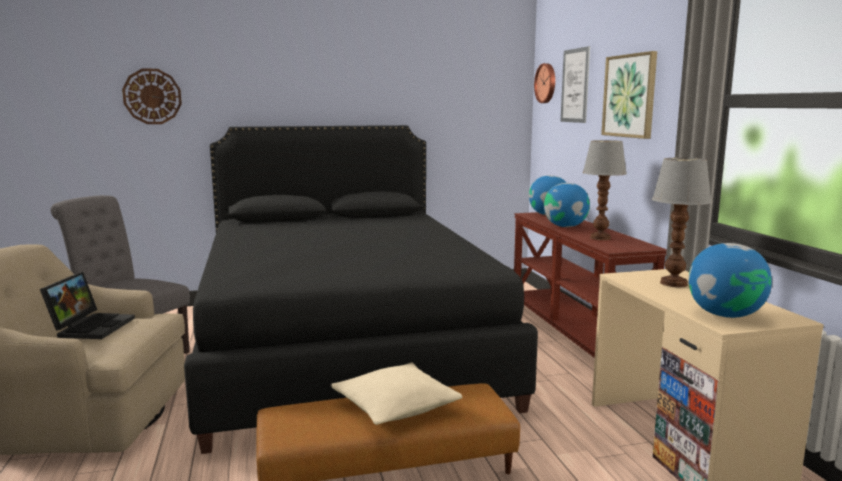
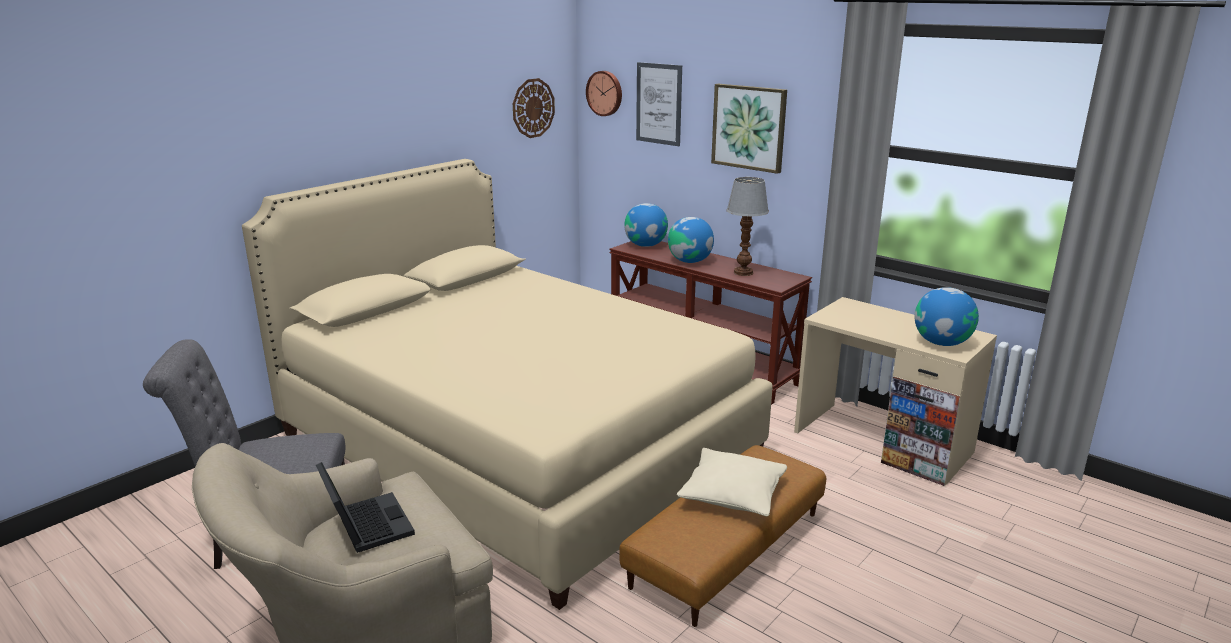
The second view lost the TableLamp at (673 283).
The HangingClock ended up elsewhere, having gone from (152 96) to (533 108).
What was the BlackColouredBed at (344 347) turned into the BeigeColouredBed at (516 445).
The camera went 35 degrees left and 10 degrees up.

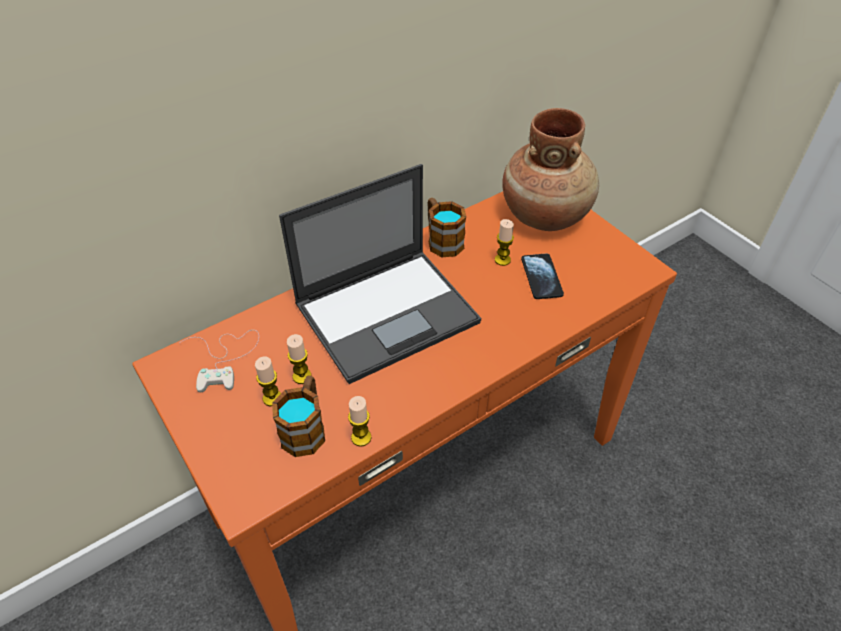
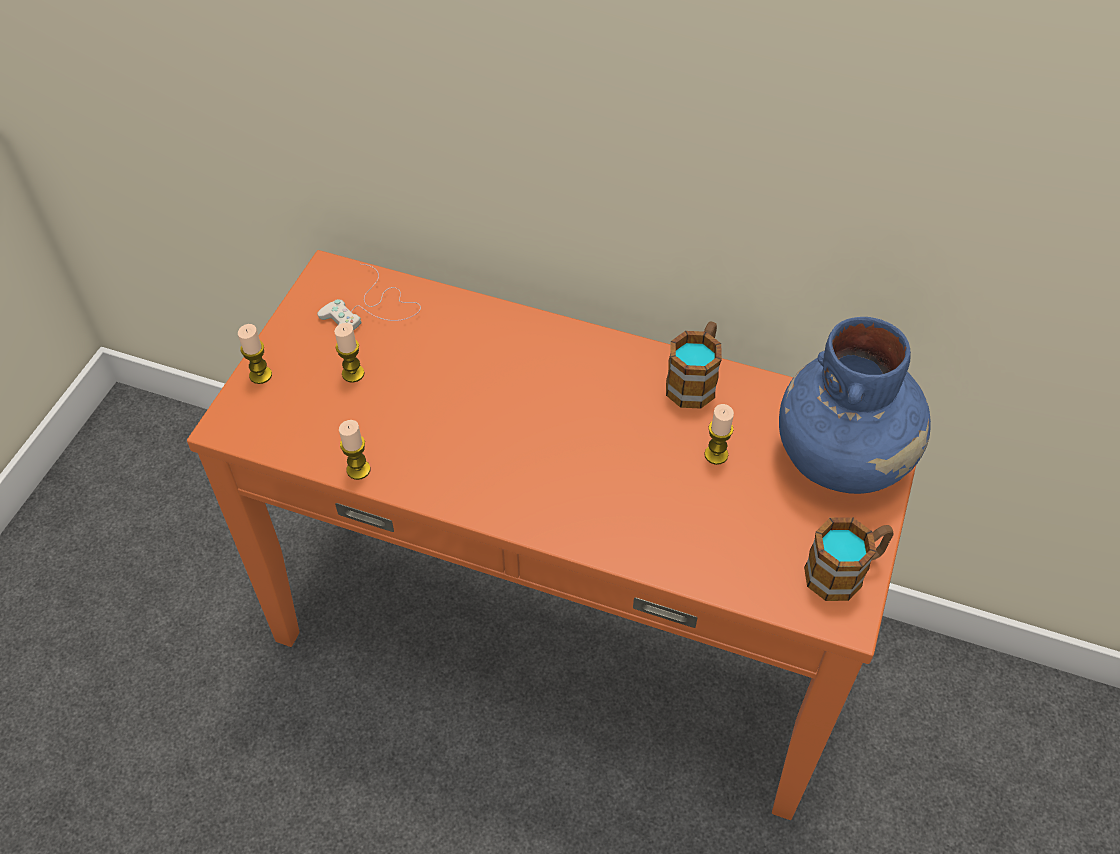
The second view lost the NotebookComputer at (388 312).
The second view lost the Phone at (541 277).
The TeaMug ended up elsewhere, having gone from (306 428) to (844 571).
The WaxCandle ended up elsewhere, having gone from (302 376) to (260 375).
What was the BrownColouredDecorativeVase at (545 214) turned into the BluishDecorativeVase at (843 456).
The camera went 55 degrees right and 5 degrees up.

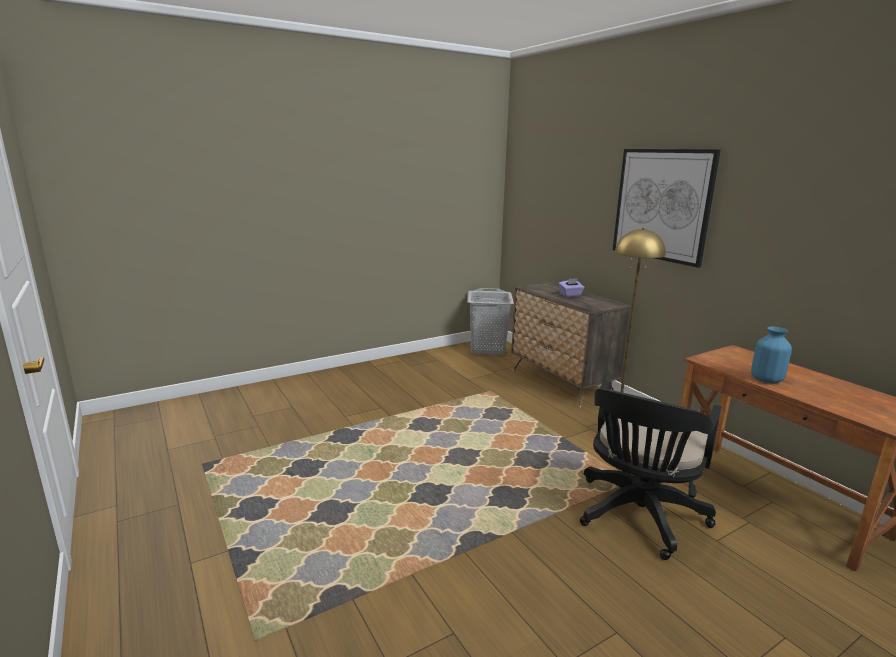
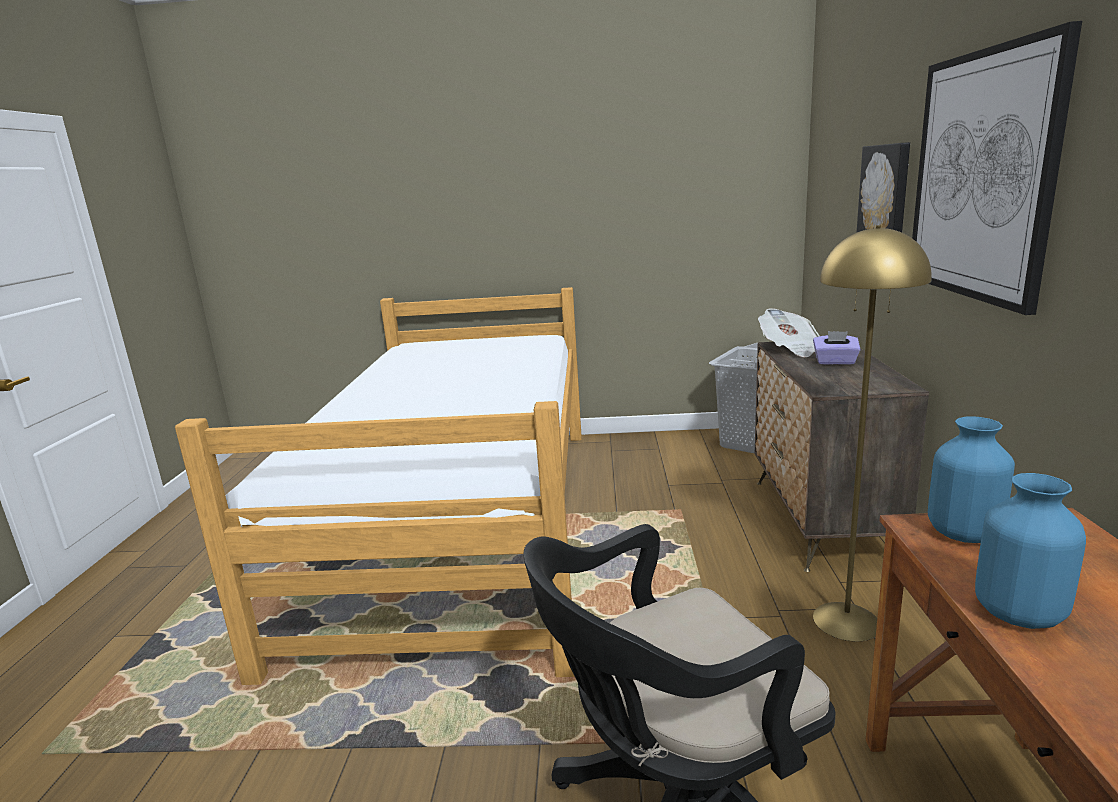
The second view gained the Bed at (464 523).
The second view gained the DailyPaper at (790 349).
The second view gained the WallArt at (886 193).
The second view gained the BluishDecorativeVase at (963 533).
The camera went 35 degrees right and 0 degrees up.

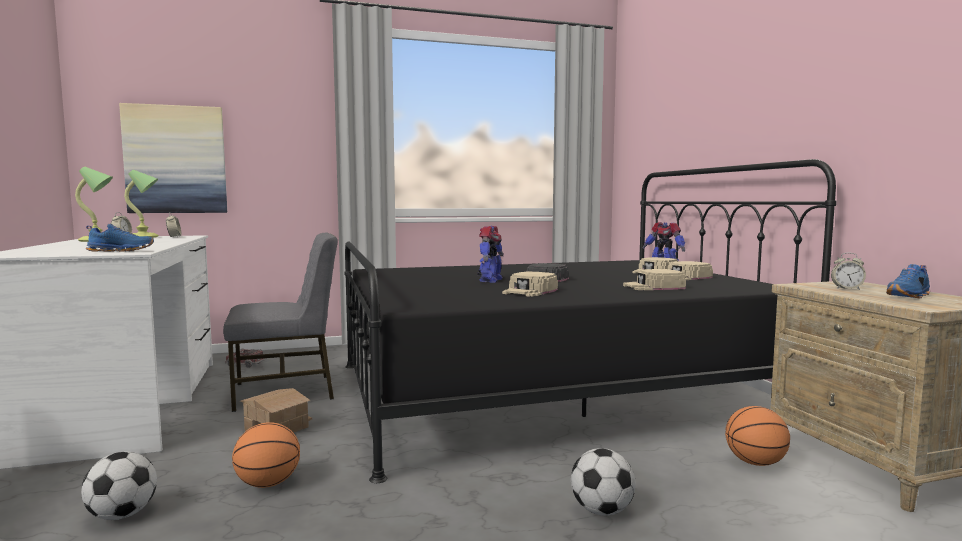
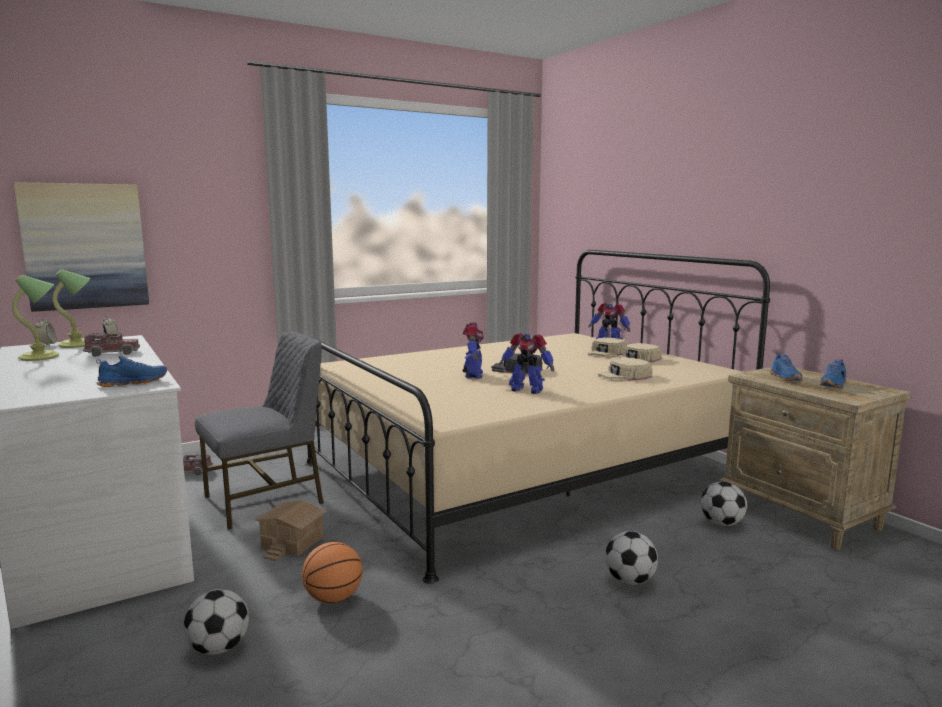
The second view gained the ToyTruck at (112 353).
Where the BeigeColouredPeakedCap stood at (530 291), the ToyRobot came to stand at (526 390).
Where the BasketballBall stood at (755 463), the Football came to stand at (721 523).
Where the TableClock stood at (846 289), the BluishLowShoe came to stand at (786 378).
What was the BlackColouredBed at (550 389) turned into the BeigeColouredBed at (523 471).
The camera went 15 degrees left and 5 degrees up.

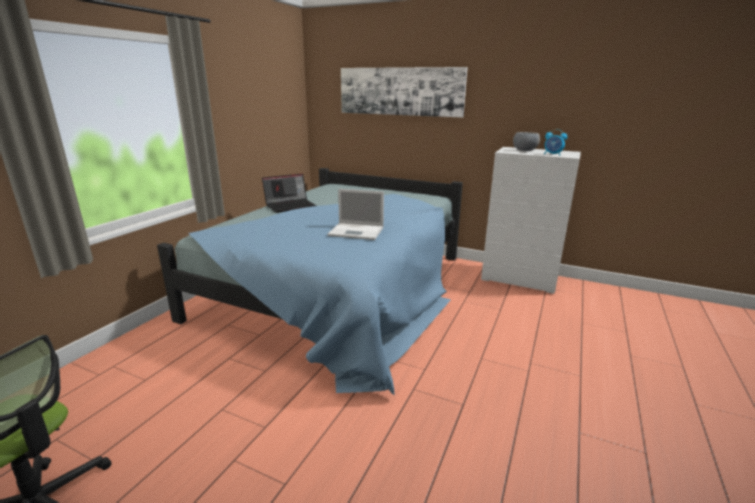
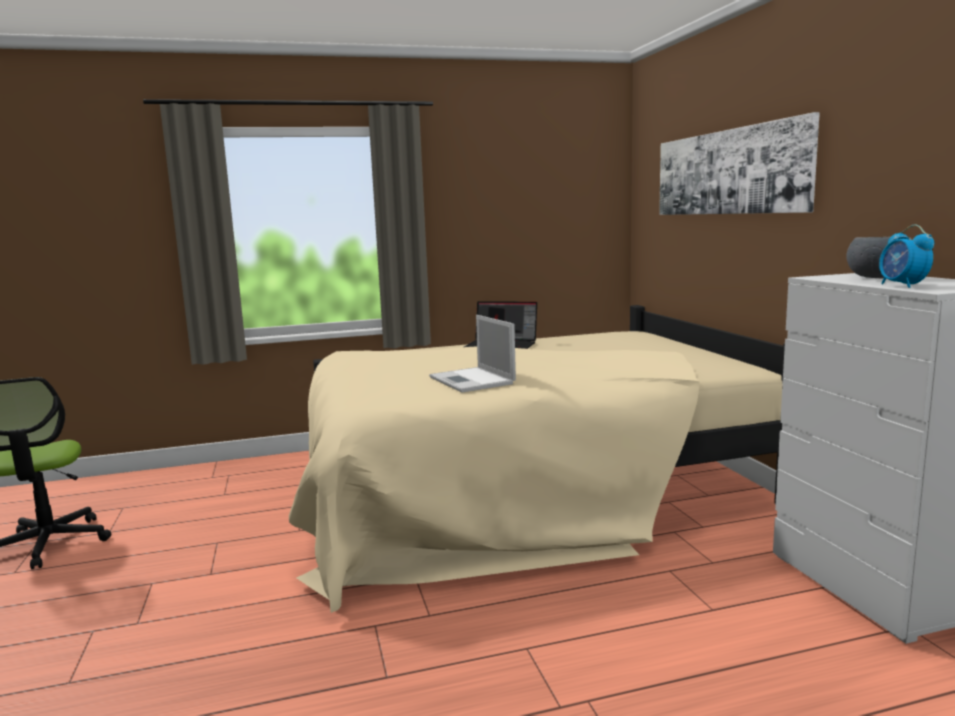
What was the BluishBed at (340 290) turned into the BeigeColouredBed at (523 487).
The camera went 50 degrees right and 10 degrees down.

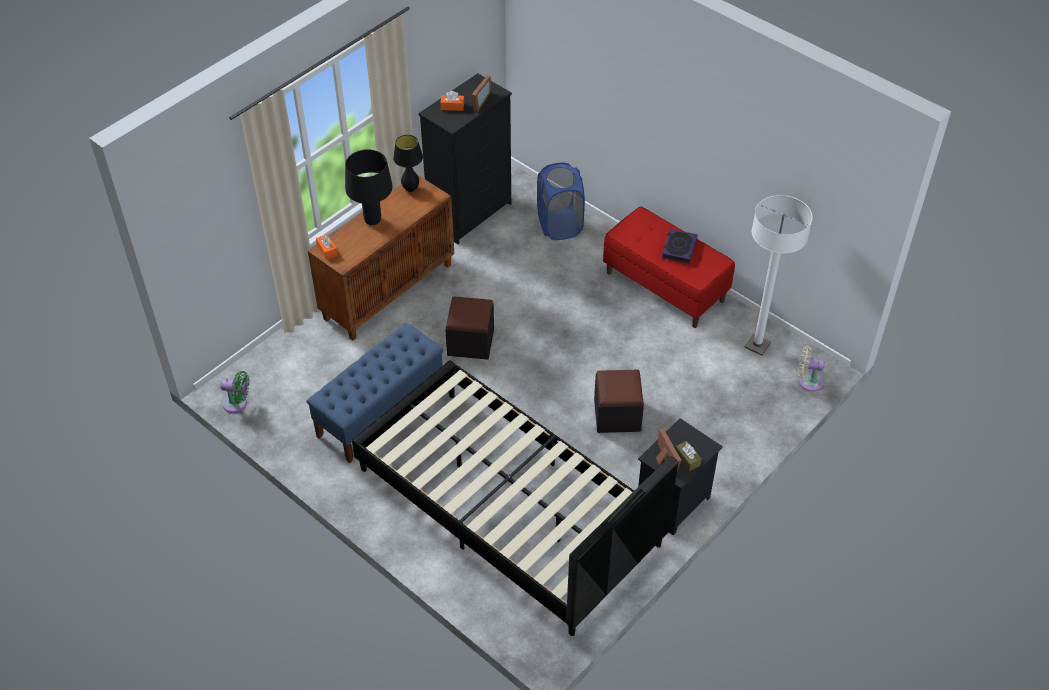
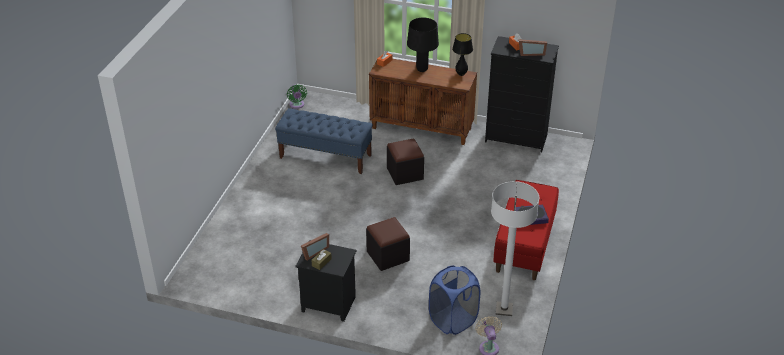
The second view lost the BlackColouredBed at (508 507).
The BluishHamper ended up elsewhere, having gone from (560 225) to (453 320).
The camera went 65 degrees right and 10 degrees down.

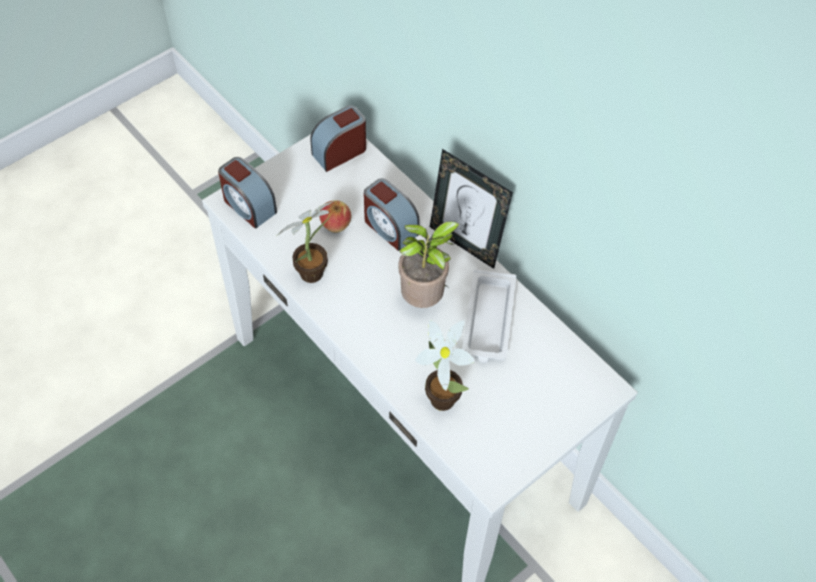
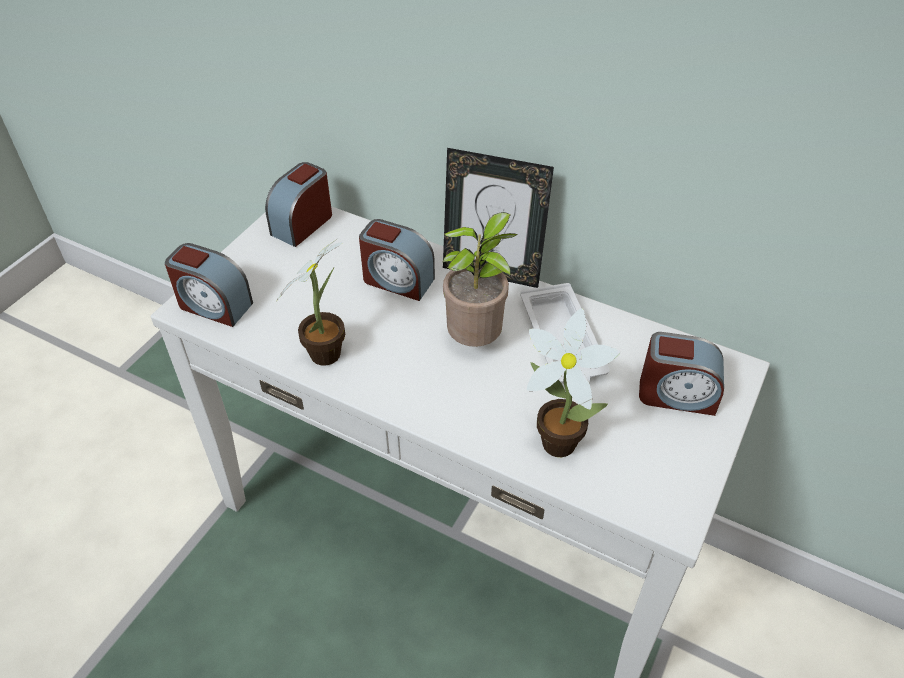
The second view lost the Apple at (335 224).
The second view gained the TableClock at (676 394).
The camera went 20 degrees left and 10 degrees down.

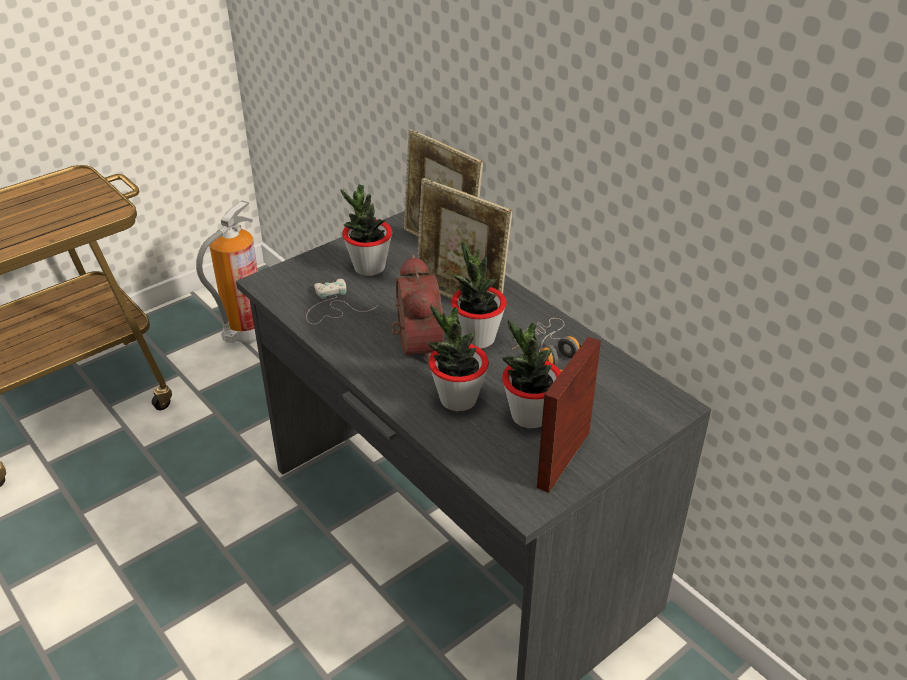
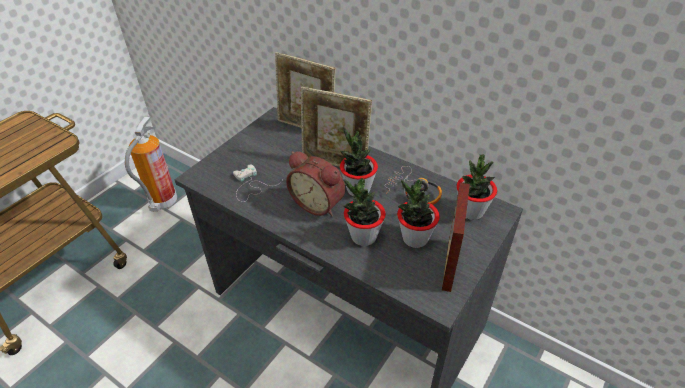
The PottedPlant ended up elsewhere, having gone from (369 268) to (471 211).
The TableClock at (414 345) ended up facing another way, 150 degrees clockwise from before.
The camera went 15 degrees left and 5 degrees up.

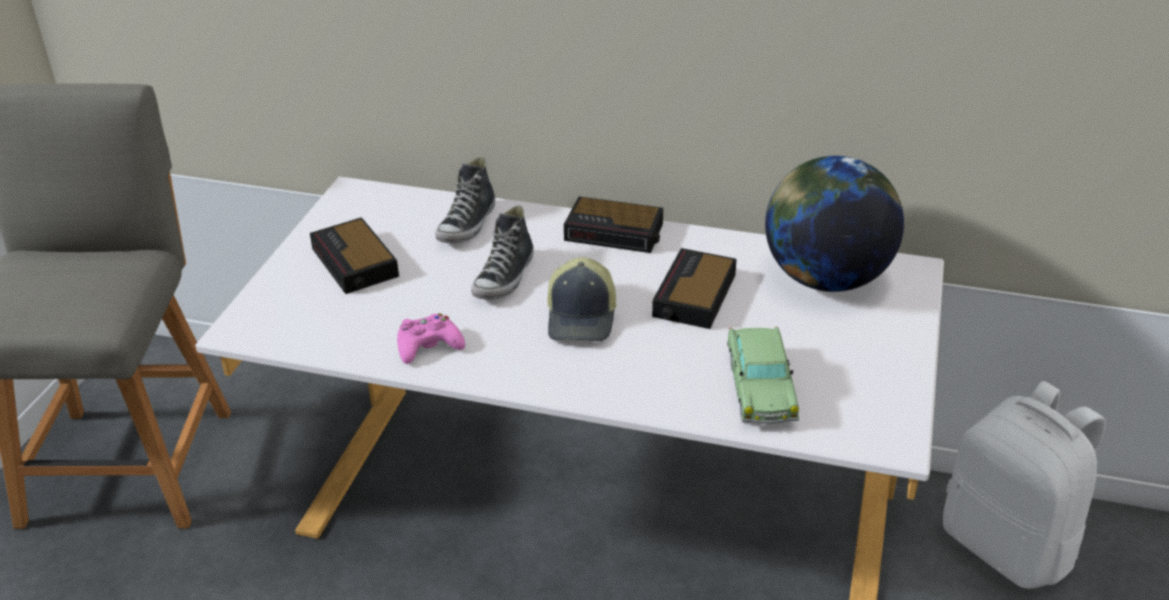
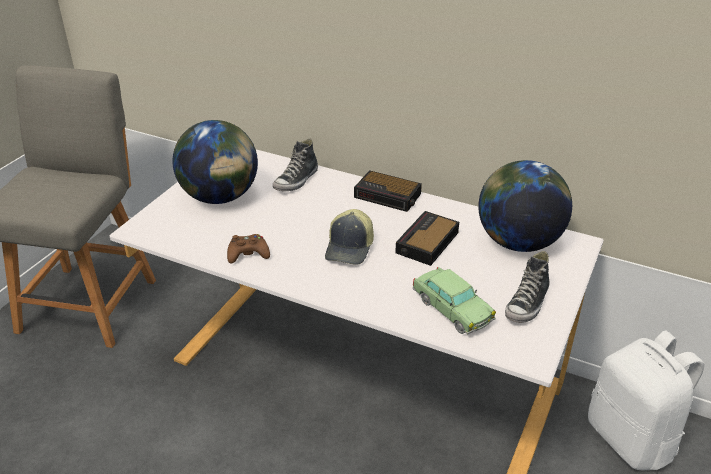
The LowShoe ended up elsewhere, having gone from (505 278) to (527 304).
Where the TableClock stood at (356 263), the Globe came to stand at (220 197).
What was the PinkColouredJoypad at (428 346) turned into the BrownColouredJoypad at (248 254).
The ToyCar at (760 388) ended up facing another way, 45 degrees counterclockwise from before.
The camera went 10 degrees right and 0 degrees up.

